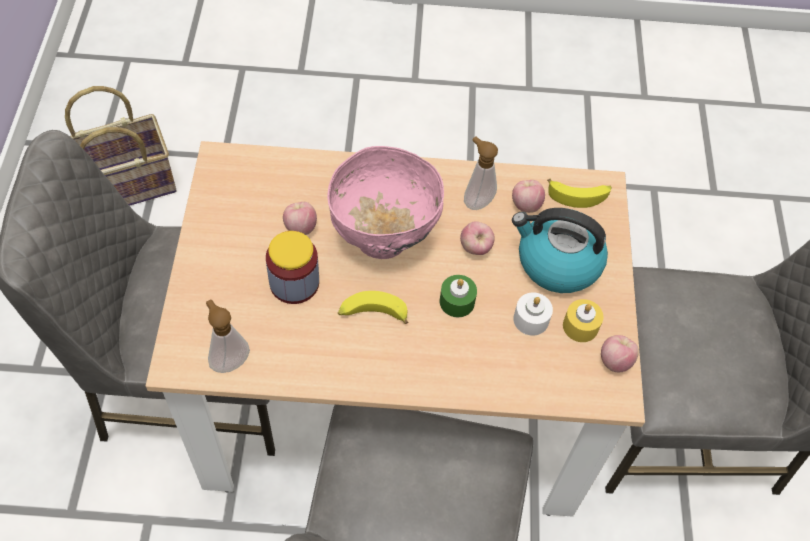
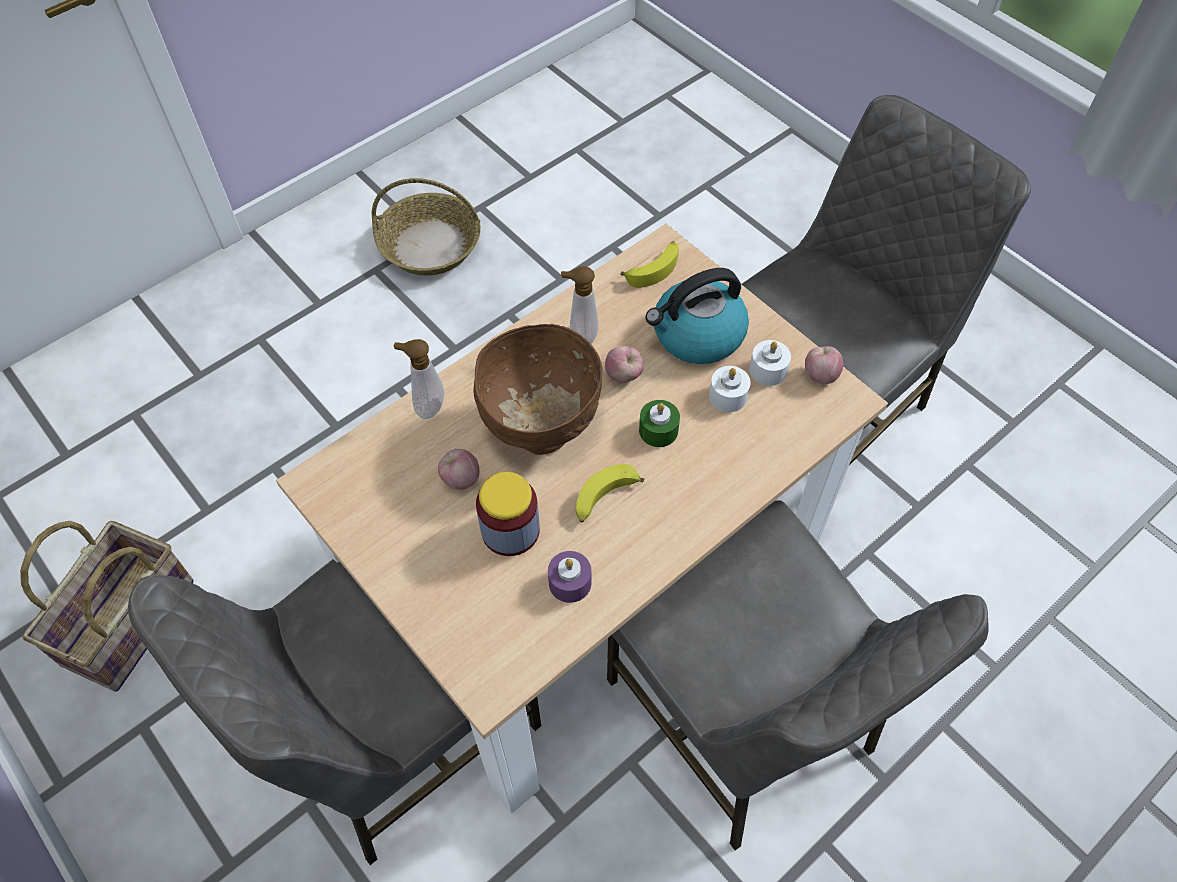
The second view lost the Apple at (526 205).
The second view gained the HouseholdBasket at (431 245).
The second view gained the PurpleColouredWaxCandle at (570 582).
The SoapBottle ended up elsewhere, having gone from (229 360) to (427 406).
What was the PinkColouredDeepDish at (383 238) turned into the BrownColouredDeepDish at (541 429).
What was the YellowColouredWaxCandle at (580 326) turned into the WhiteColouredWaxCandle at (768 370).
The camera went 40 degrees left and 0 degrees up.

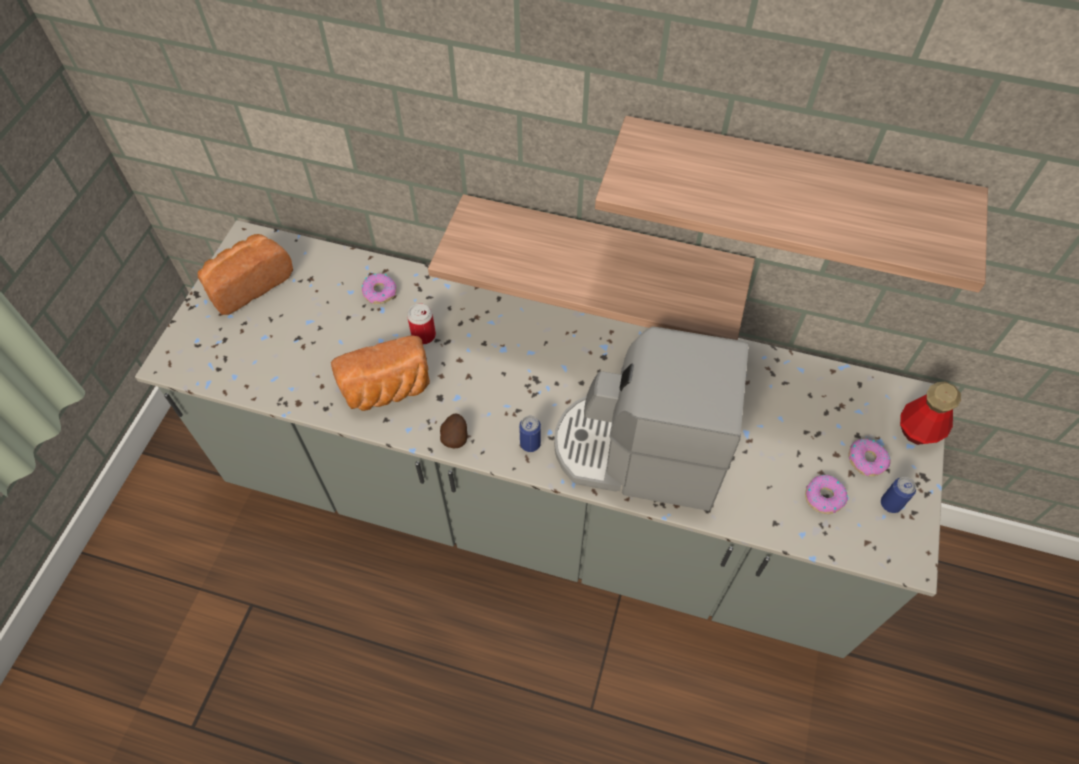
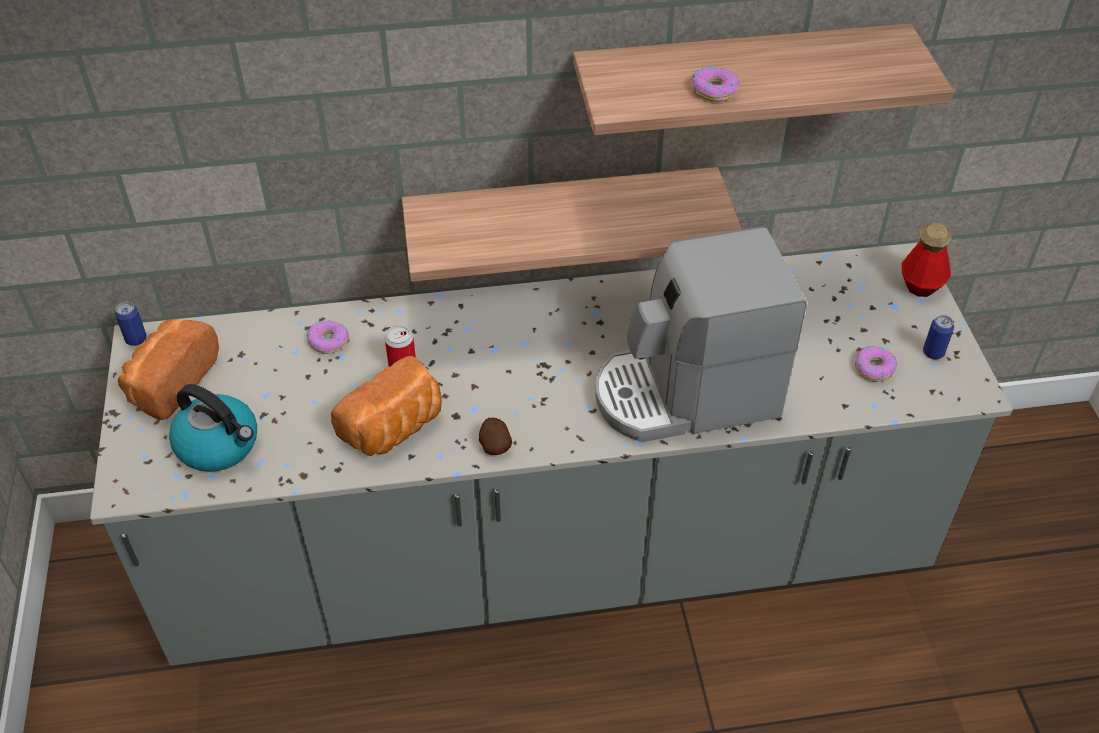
The second view gained the WaterKettle at (219 445).
The MetalCan ended up elsewhere, having gone from (530 444) to (136 339).
The RingDoughnut ended up elsewhere, having gone from (866 460) to (714 90).
The camera went 25 degrees left and 10 degrees down.

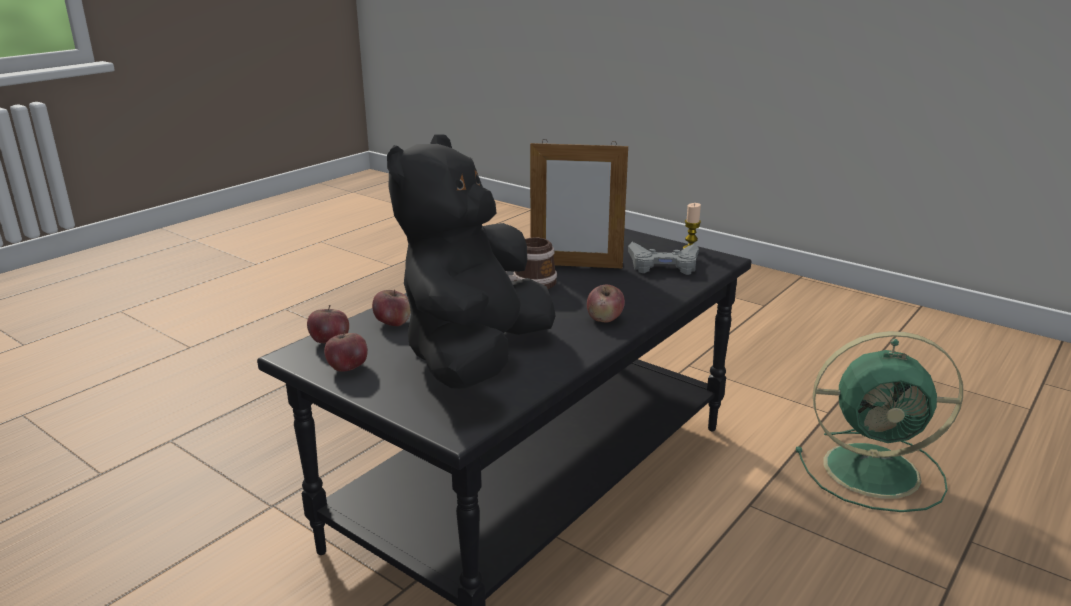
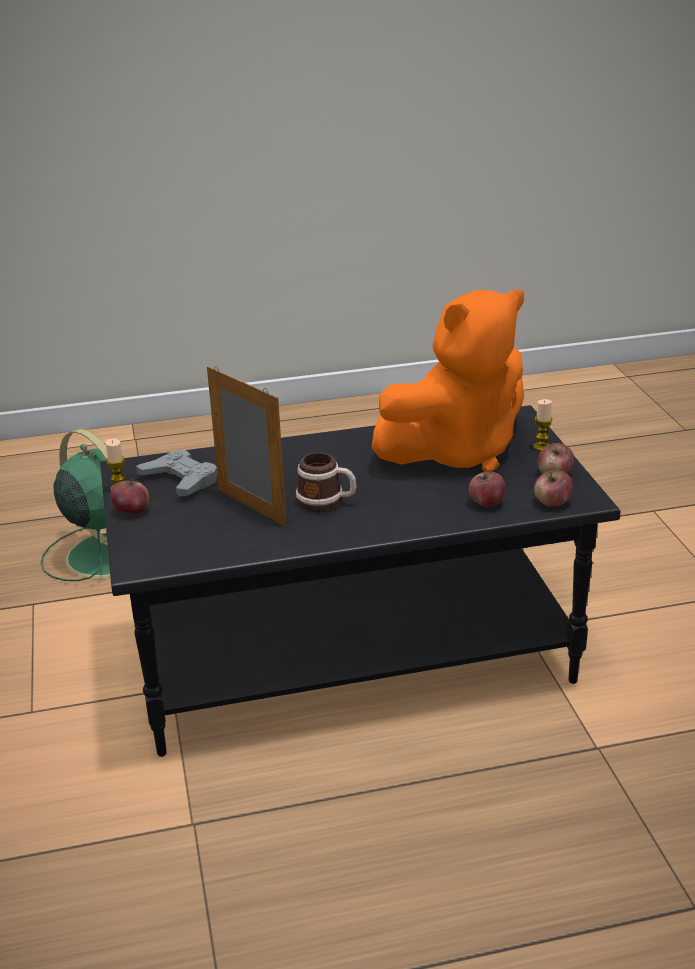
The second view gained the WaxCandle at (541 447).
The Apple ended up elsewhere, having gone from (605 319) to (131 511).
What was the BlackColouredSoftToy at (475 358) turned into the OrangeColouredSoftToy at (456 452).
The camera went 140 degrees left and 5 degrees up.

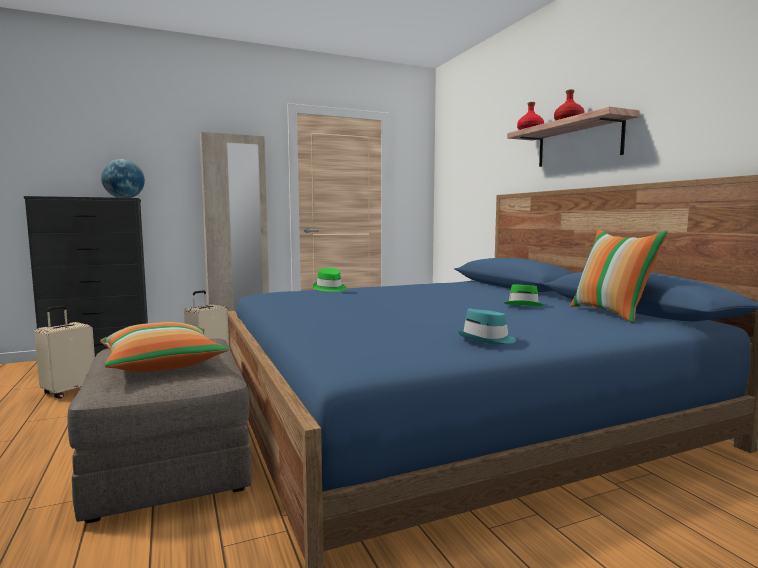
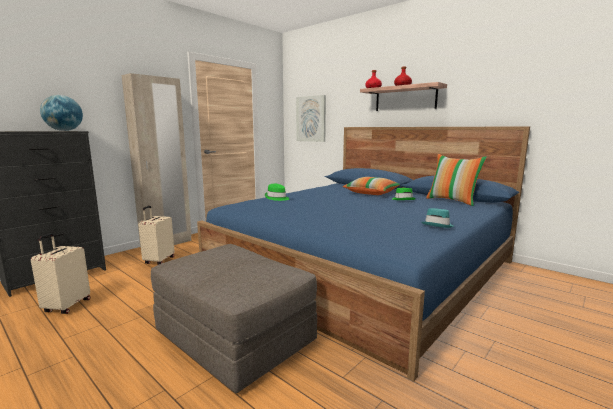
The second view gained the WallArt at (311 119).
The Cushion ended up elsewhere, having gone from (163 364) to (372 193).
The camera went 25 degrees left and 5 degrees up.

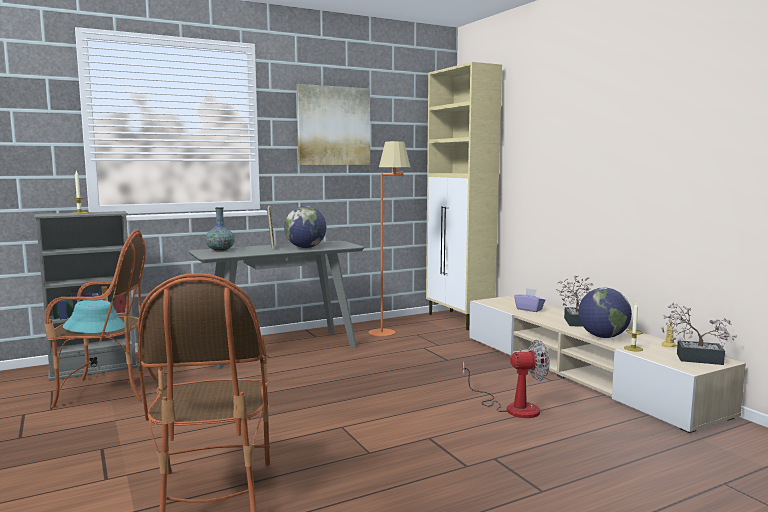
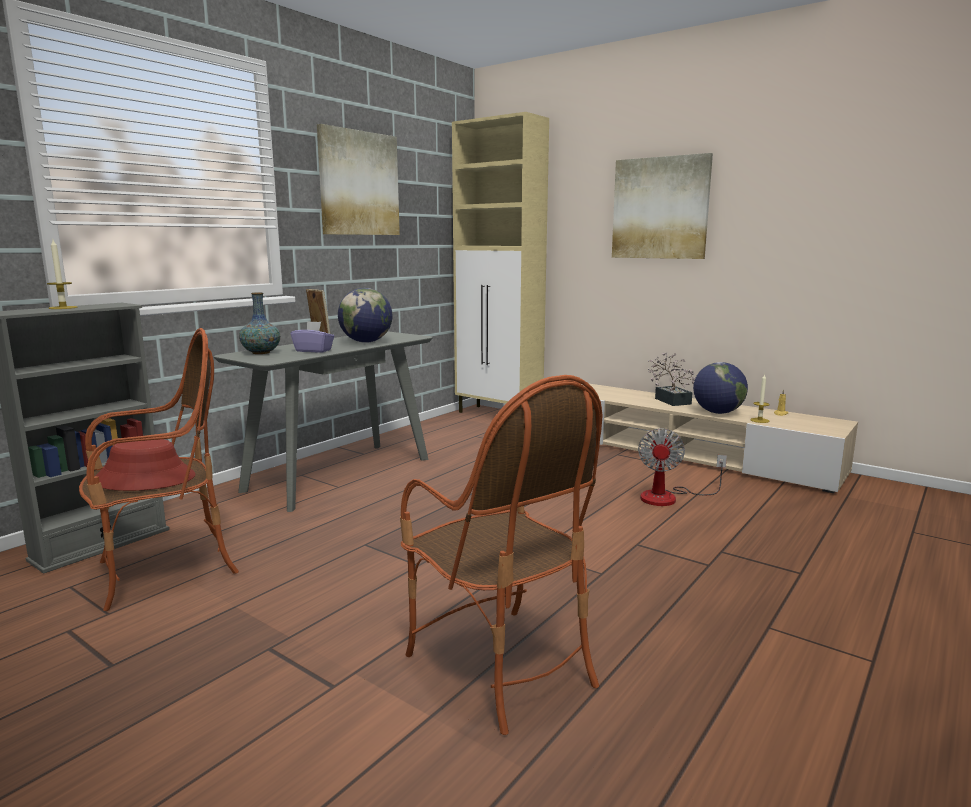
The second view lost the OrangeColouredFloorLamp at (389 335).
The second view lost the PottedPlant at (693 358).
The second view gained the WallArt at (660 208).
The PurpleColouredTissueBox ended up elsewhere, having gone from (529 309) to (313 350).
What was the TurquoiseClothingHat at (95 327) turned into the ReddishClothingHat at (145 479).
The ElectricFan at (512 407) ended up facing another way, 135 degrees clockwise from before.
The camera went 25 degrees left and 5 degrees up.

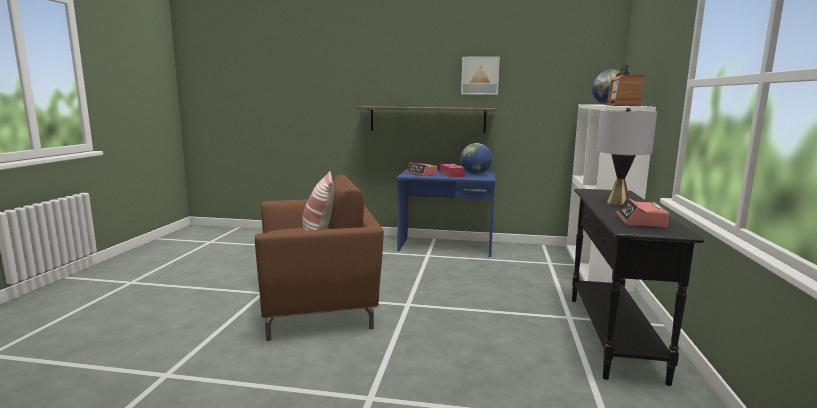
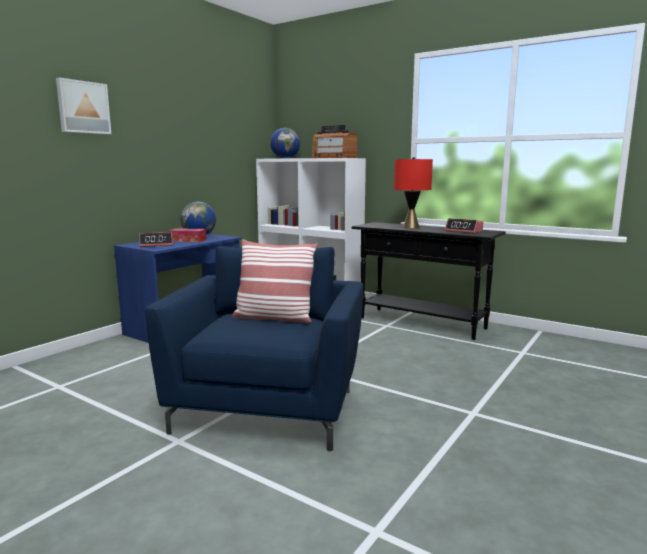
The second view lost the WallShelf at (427 119).
The WallArt ended up elsewhere, having gone from (480 75) to (83 107).
What was the BrownColouredLoungeChair at (320 306) turned into the BluishLoungeChair at (268 409).
What was the GrayTableLamp at (618 203) turned into the ReddishTableLamp at (411 227).
The camera went 65 degrees left and 0 degrees up.

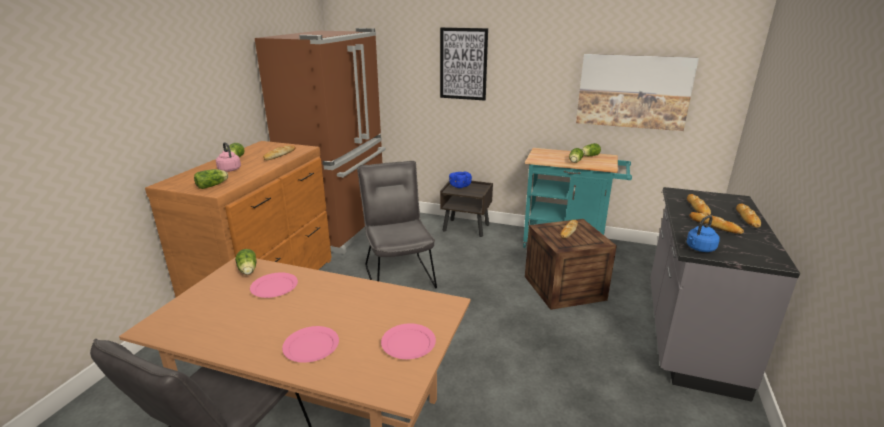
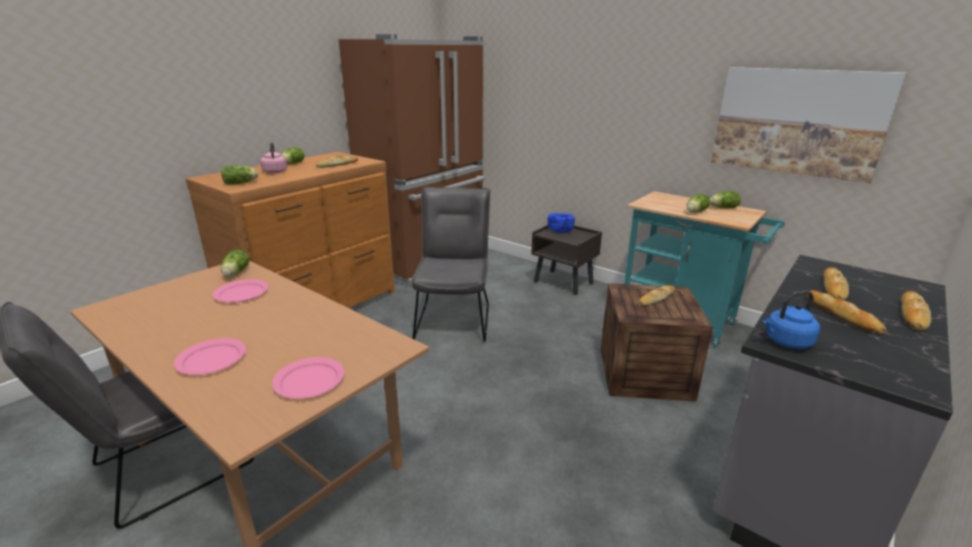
The second view lost the WallArt at (463 64).
The camera went 20 degrees right and 0 degrees up.

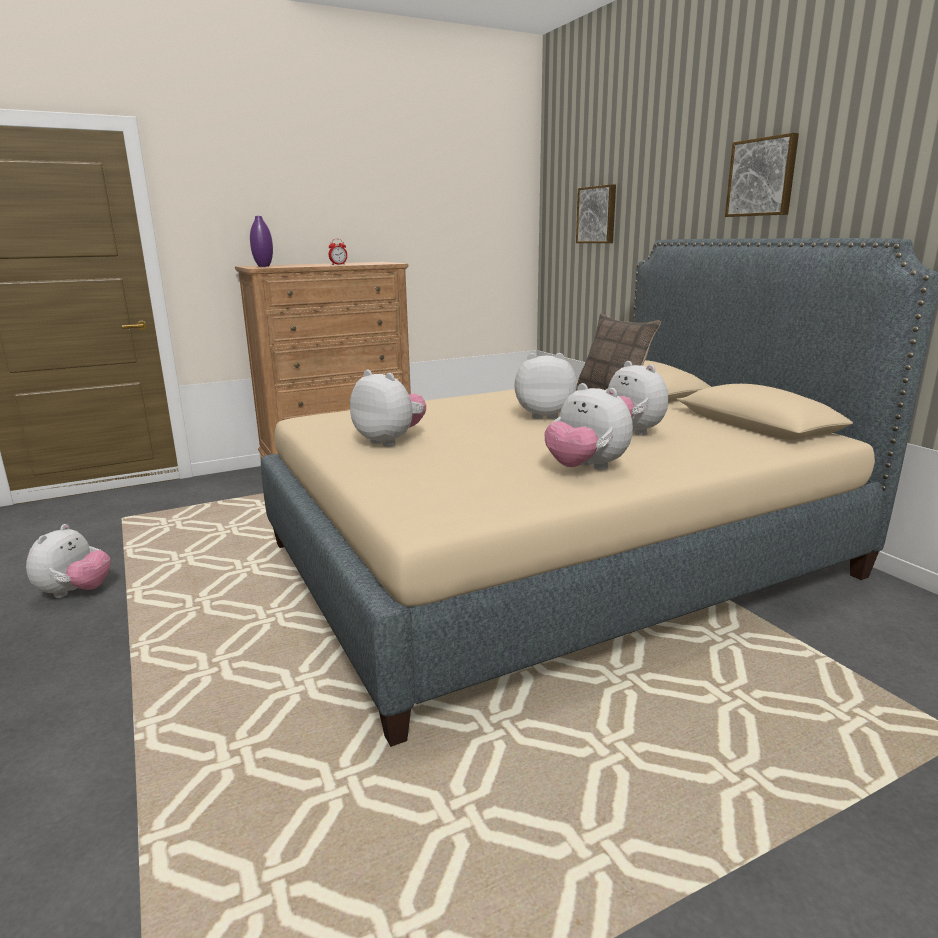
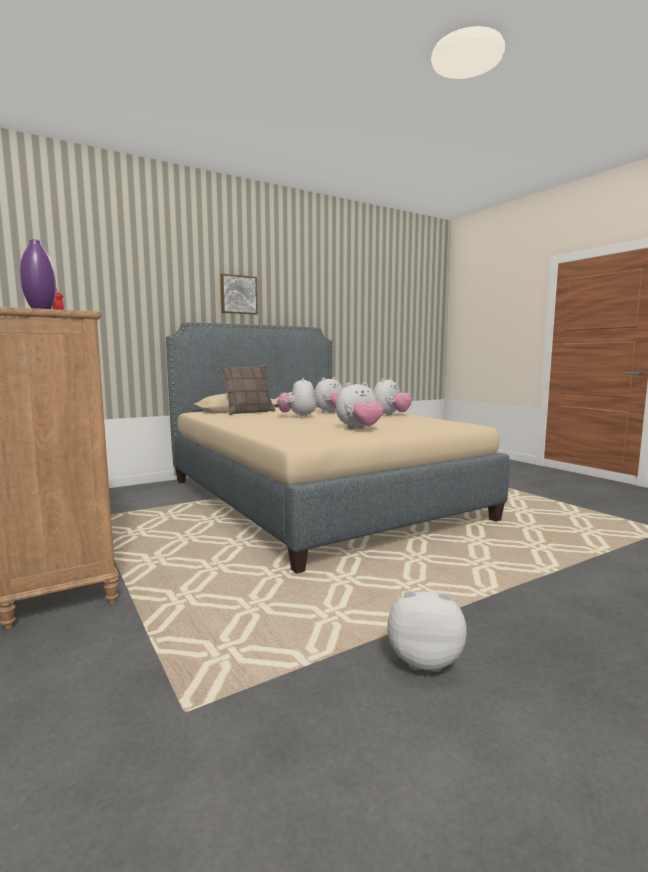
The second view lost the WallArt at (597 215).
The SoftToy at (390 441) ended up facing another way, 150 degrees counterclockwise from before.
The camera went 95 degrees left and 10 degrees down.

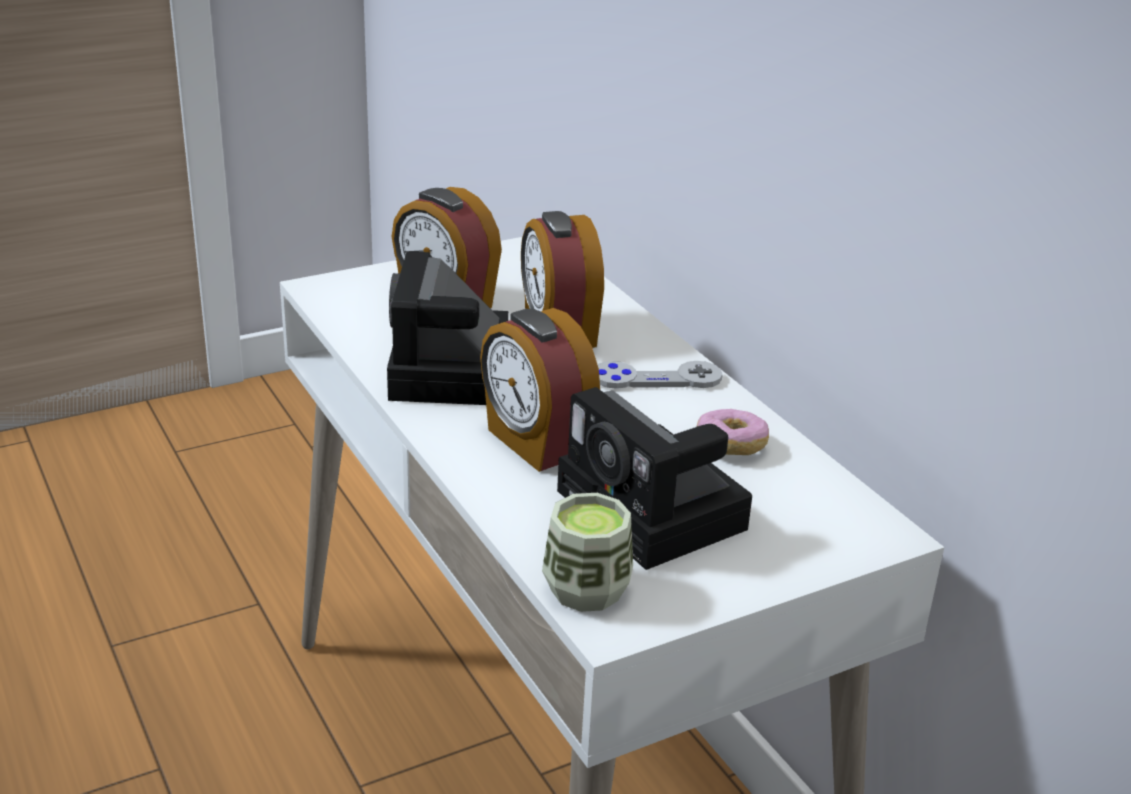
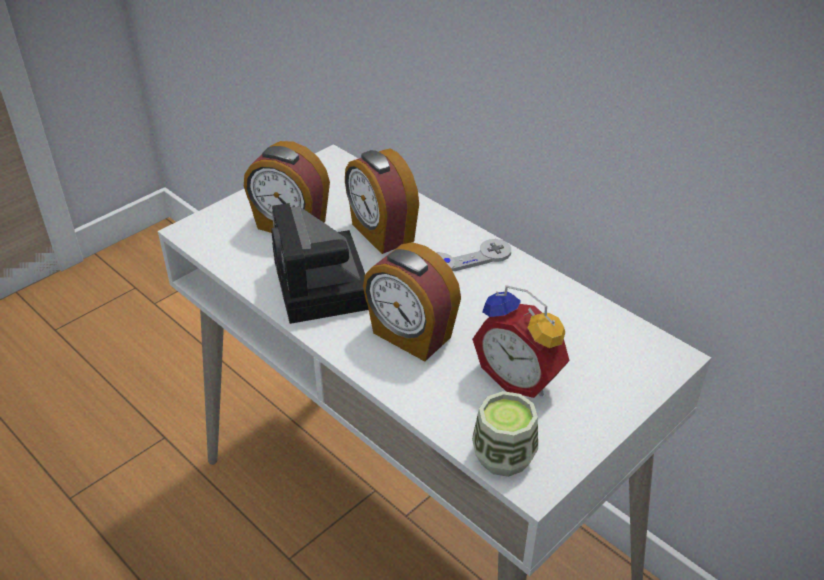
The second view lost the RingDoughnut at (731 446).
Where the PhotoCamera stood at (657 513), the TableClock came to stand at (520 377).
The camera went 15 degrees left and 10 degrees up.

